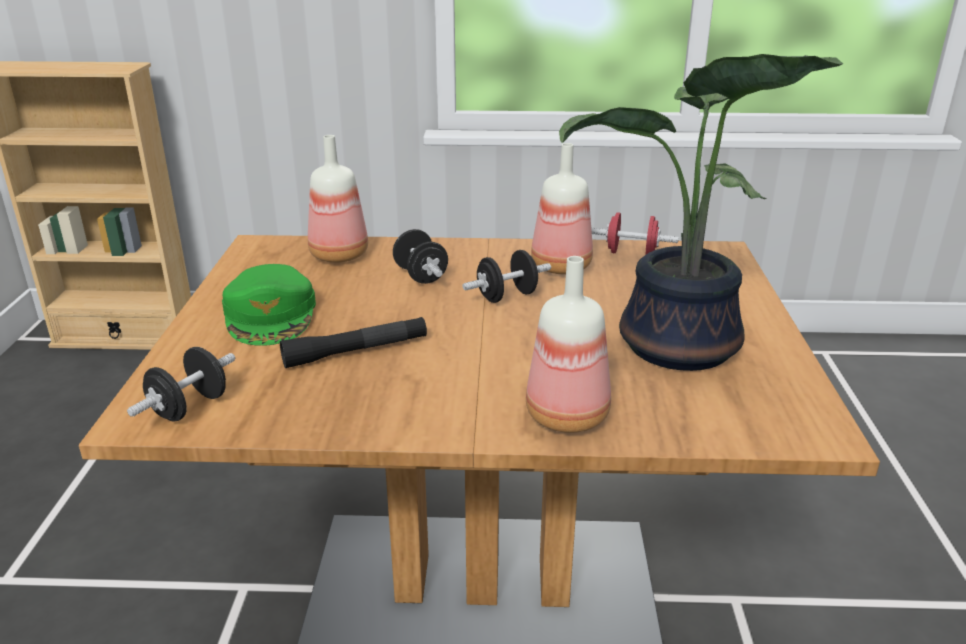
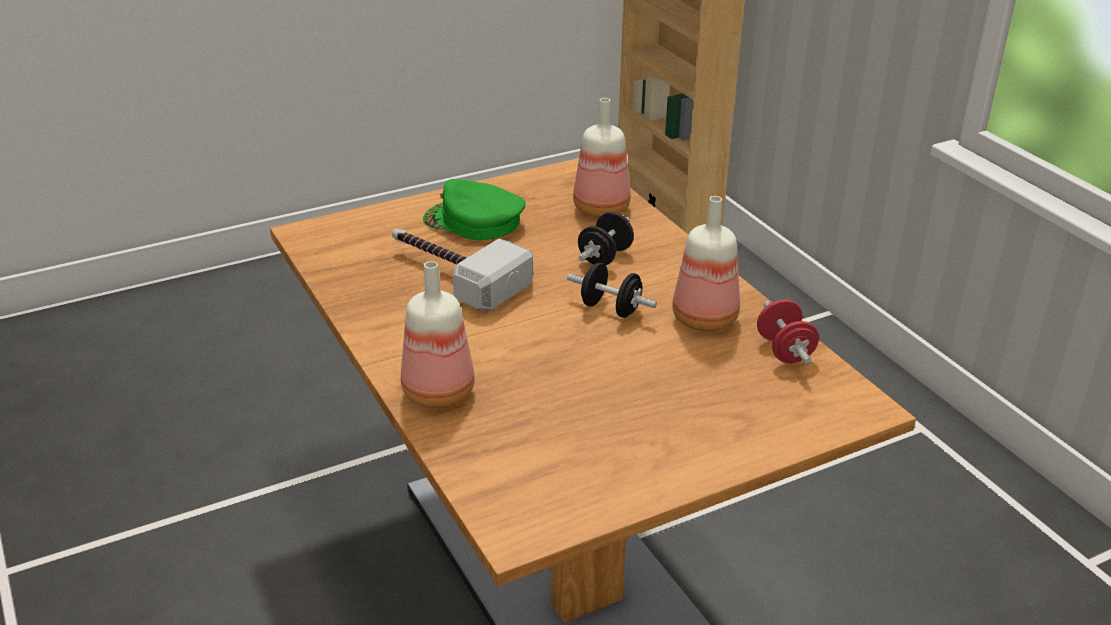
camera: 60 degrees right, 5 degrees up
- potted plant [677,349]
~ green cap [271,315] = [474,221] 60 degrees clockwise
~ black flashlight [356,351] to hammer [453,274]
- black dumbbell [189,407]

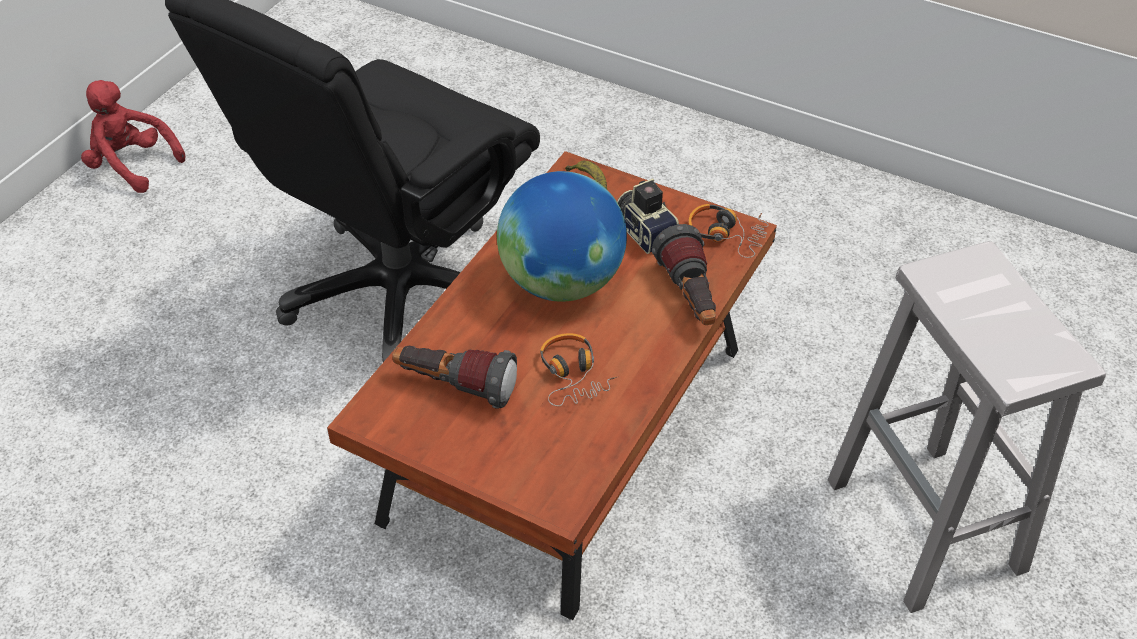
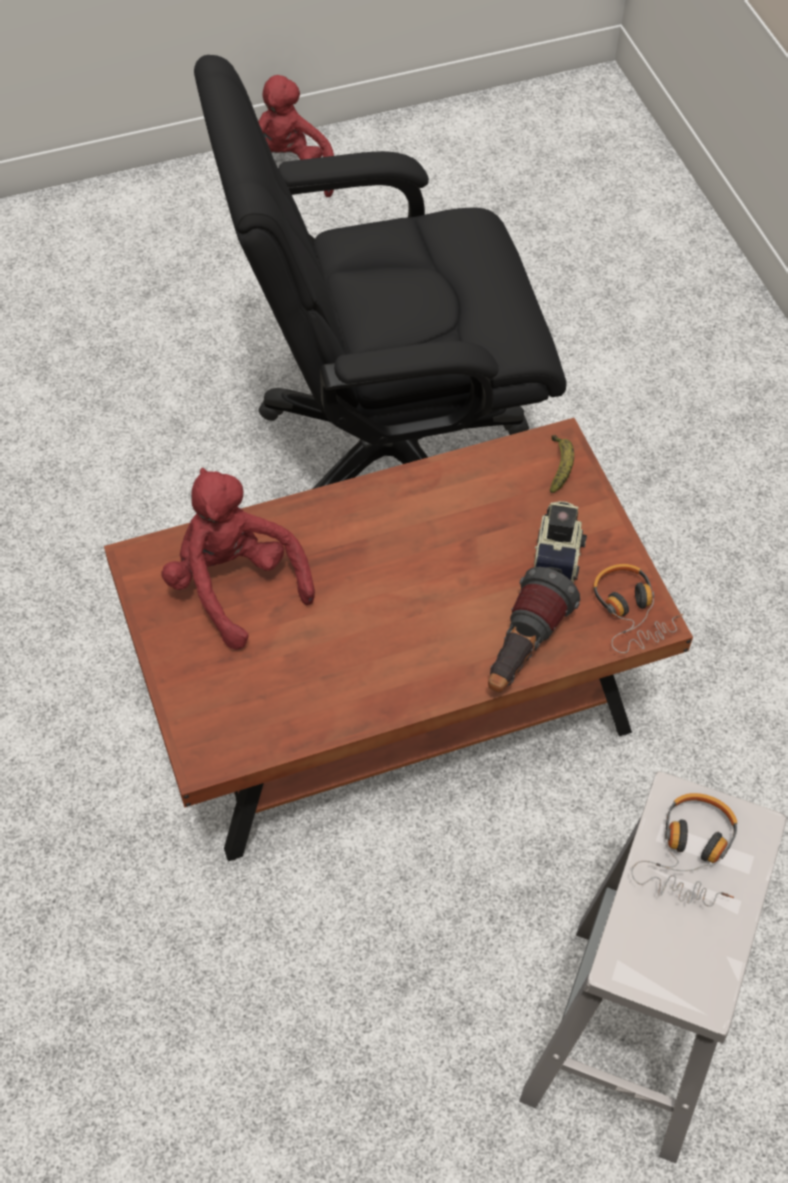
camera: 40 degrees right, 10 degrees up
- globe [561,282]
~ headphones [573,375] to [690,854]
~ flashlight [455,387] to red plush toy [234,585]

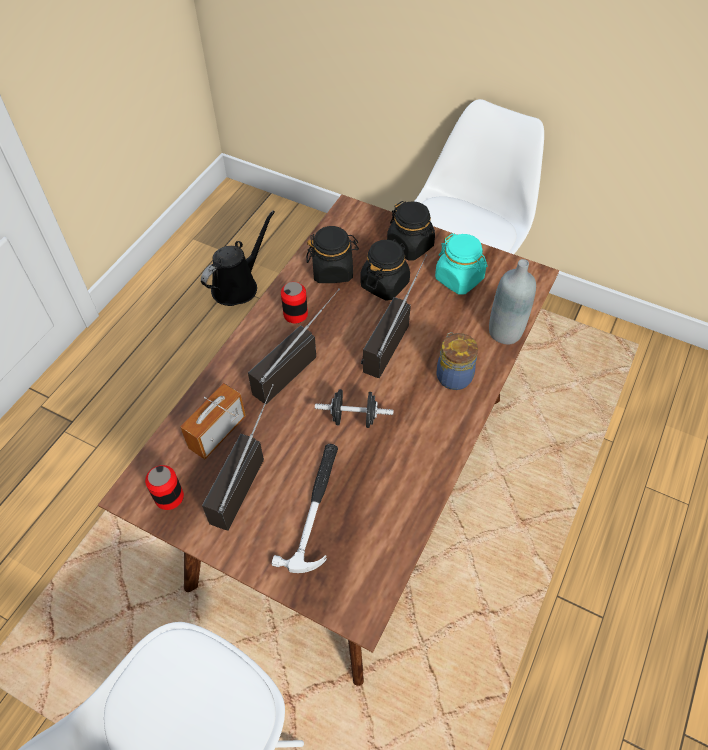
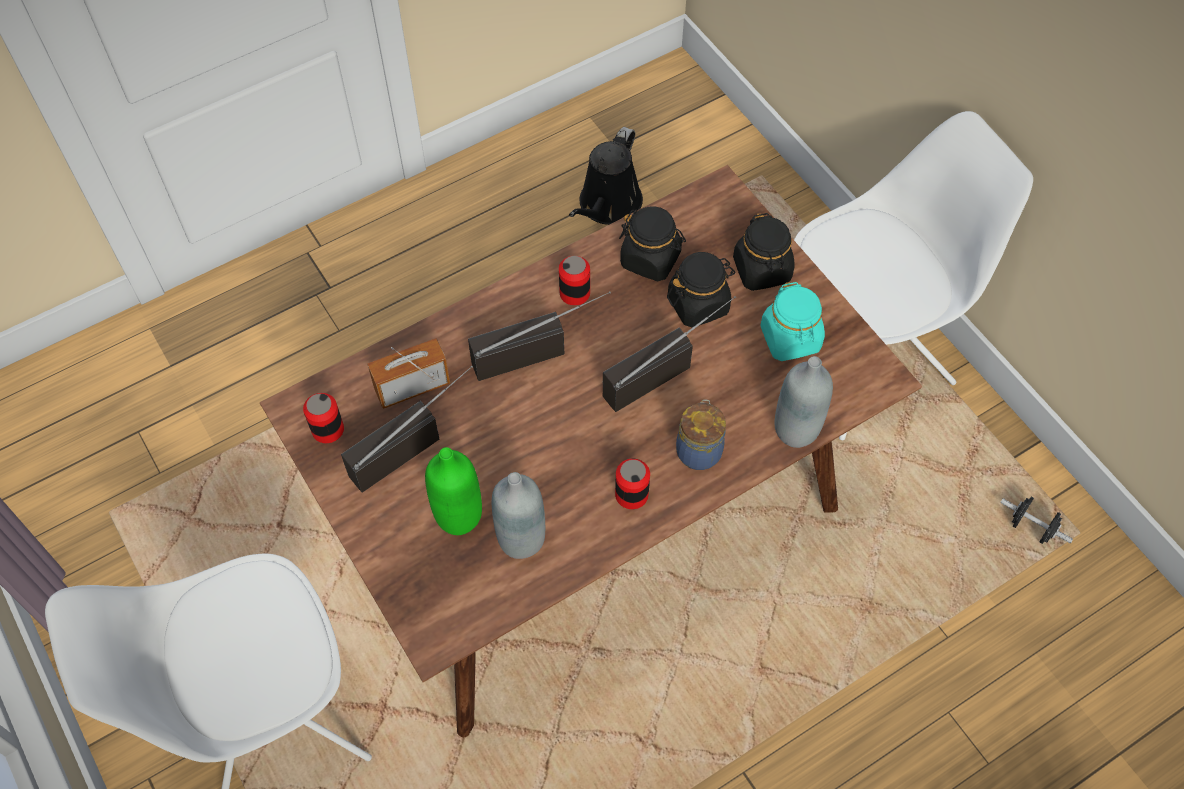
camera: 30 degrees right, 5 degrees up
~ black watering can [238,286] = [607,205] 135 degrees clockwise
~ black dumbbell [354,418] to [1031,527]
~ hammer [315,508] to green bottle [458,515]
+ can [631,495]
+ grey bottle [521,539]

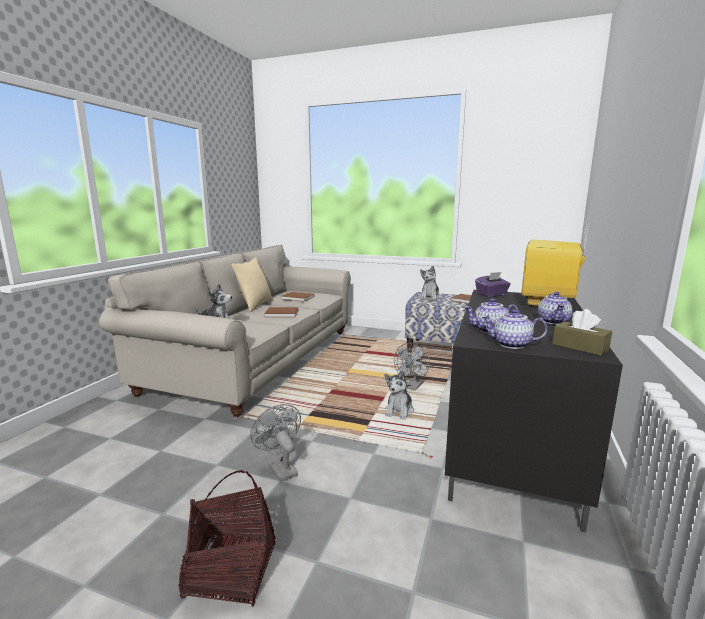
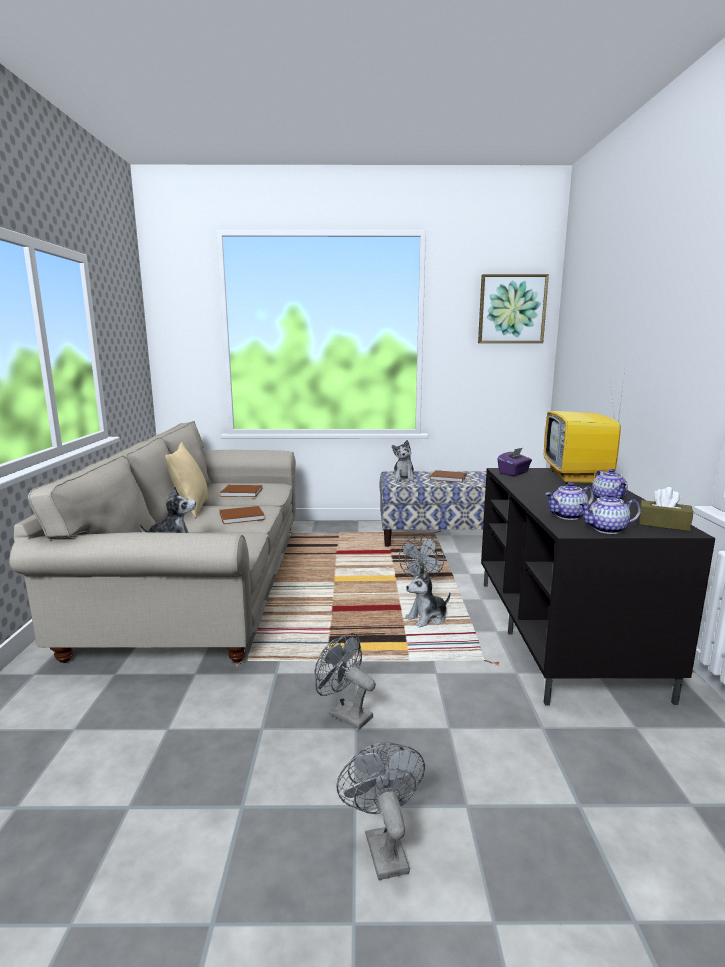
camera: 20 degrees left, 0 degrees up
~ plush toy [399,411] = [427,618] 60 degrees clockwise
~ basket [230,571] to grey fan [382,845]
+ picture [512,309]

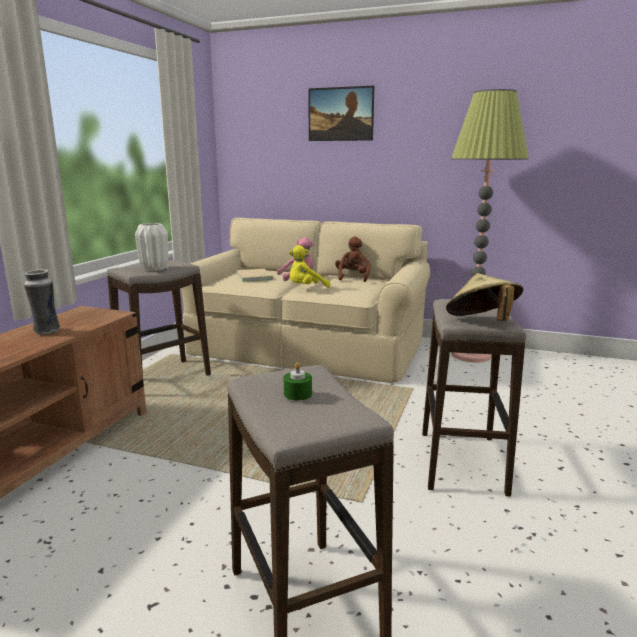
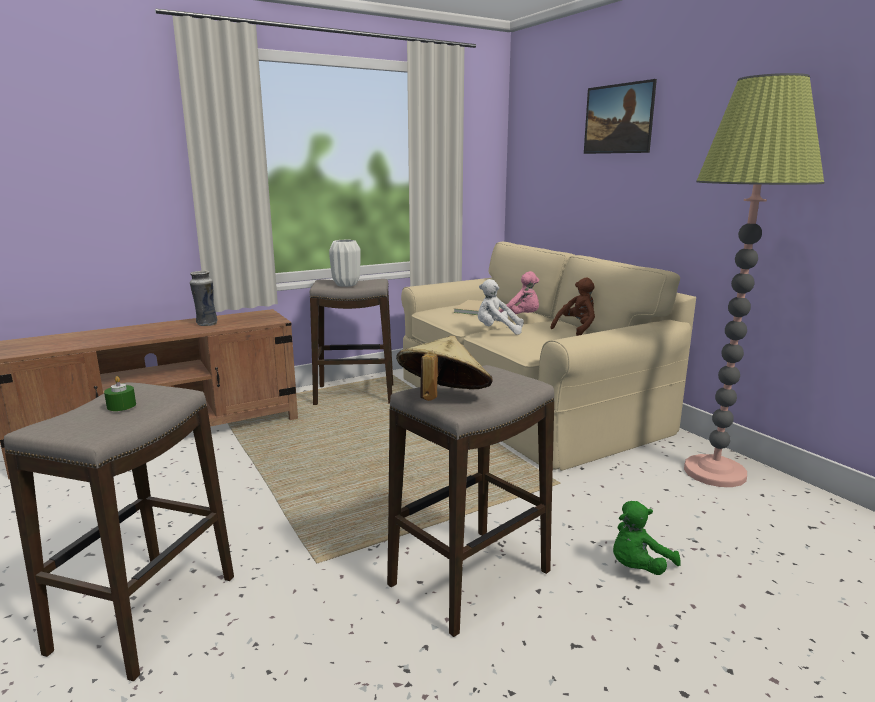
camera: 40 degrees right, 0 degrees up
~ yellow plush toy [306,288] to white plush toy [497,331]
+ green plush toy [638,567]

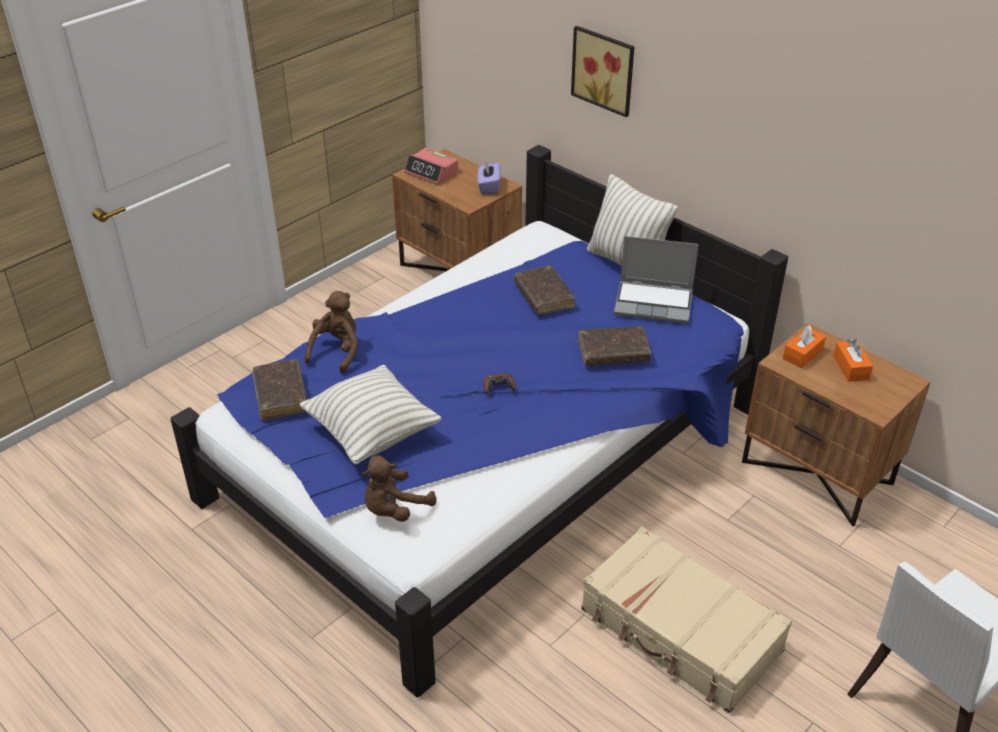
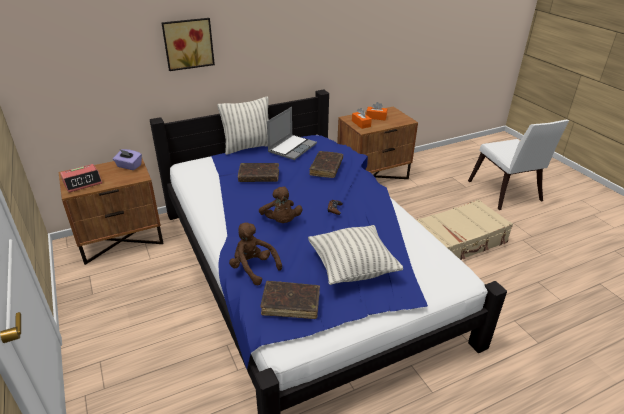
camera: 70 degrees left, 5 degrees down
~ brown plush toy [394,509] to [281,221]

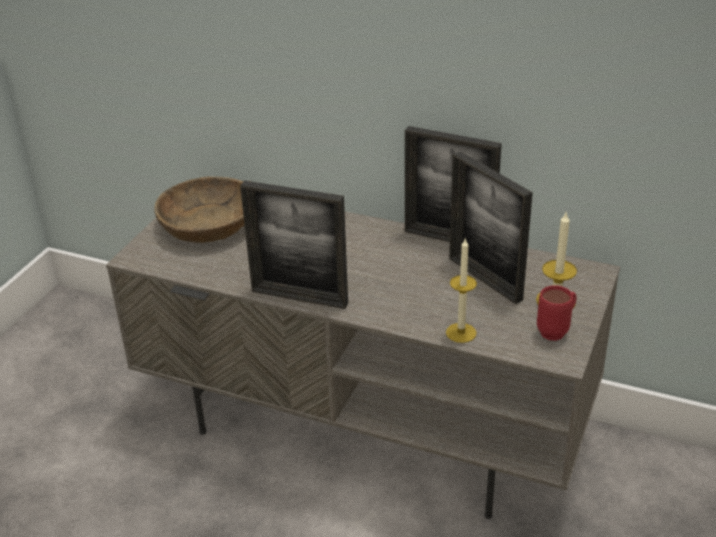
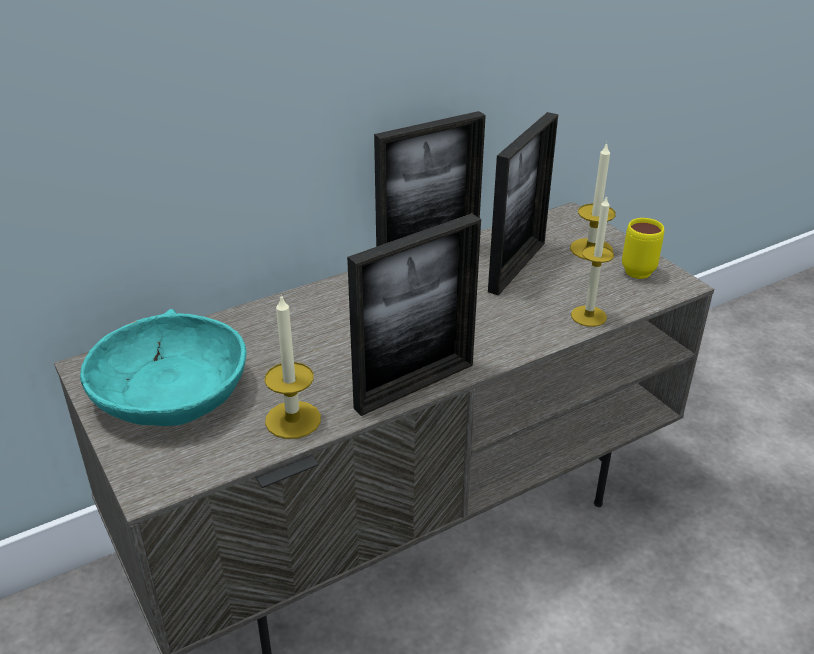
camera: 55 degrees left, 0 degrees up
~ picture frame [485,279] = [517,266] 60 degrees counterclockwise
~ brown bowl [208,223] to turquoise bowl [169,390]
~ red mug [557,331] to yellow mug [636,268]
+ candle [293,420]

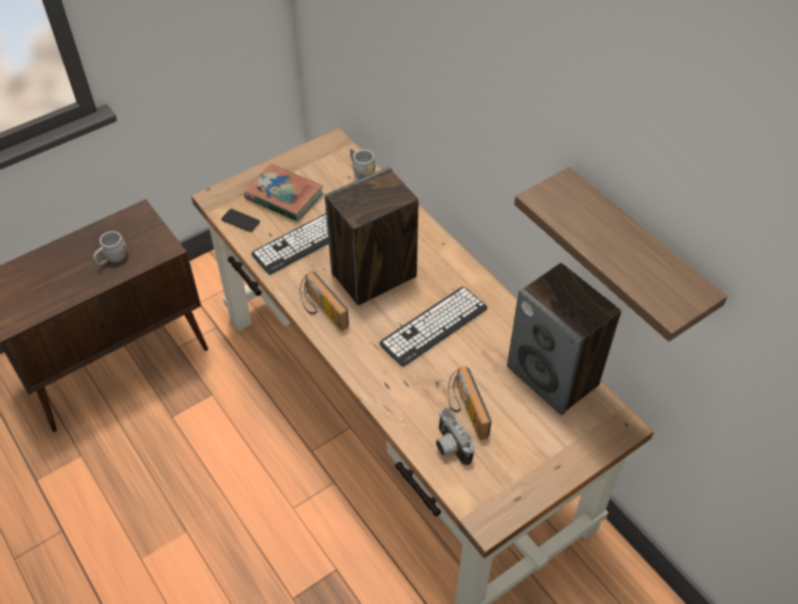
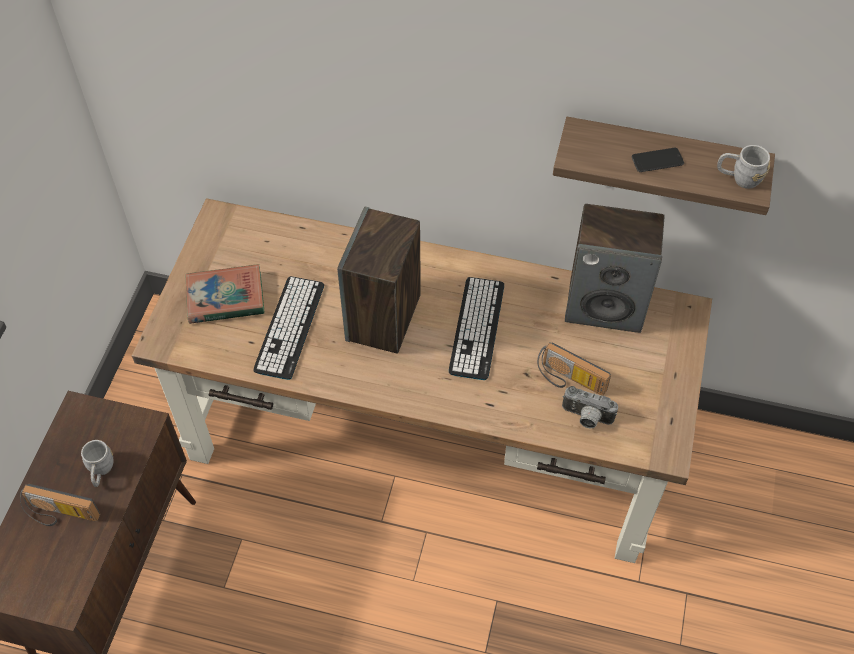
camera: 40 degrees left, 5 degrees up
~ grey mug [361,172] to [738,178]
~ phone [240,221] to [657,160]
~ radio [321,311] to [60,515]

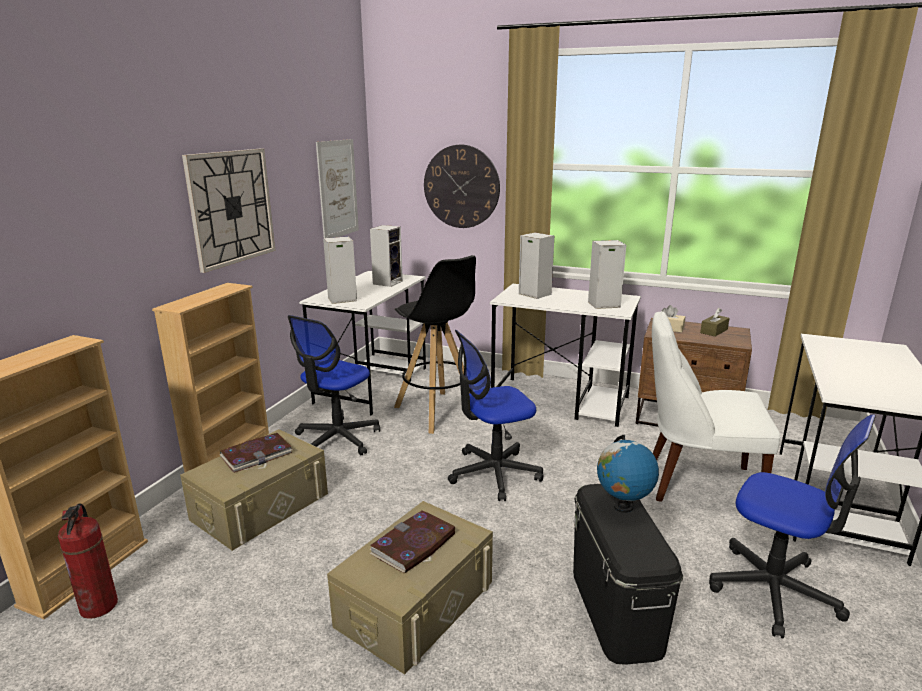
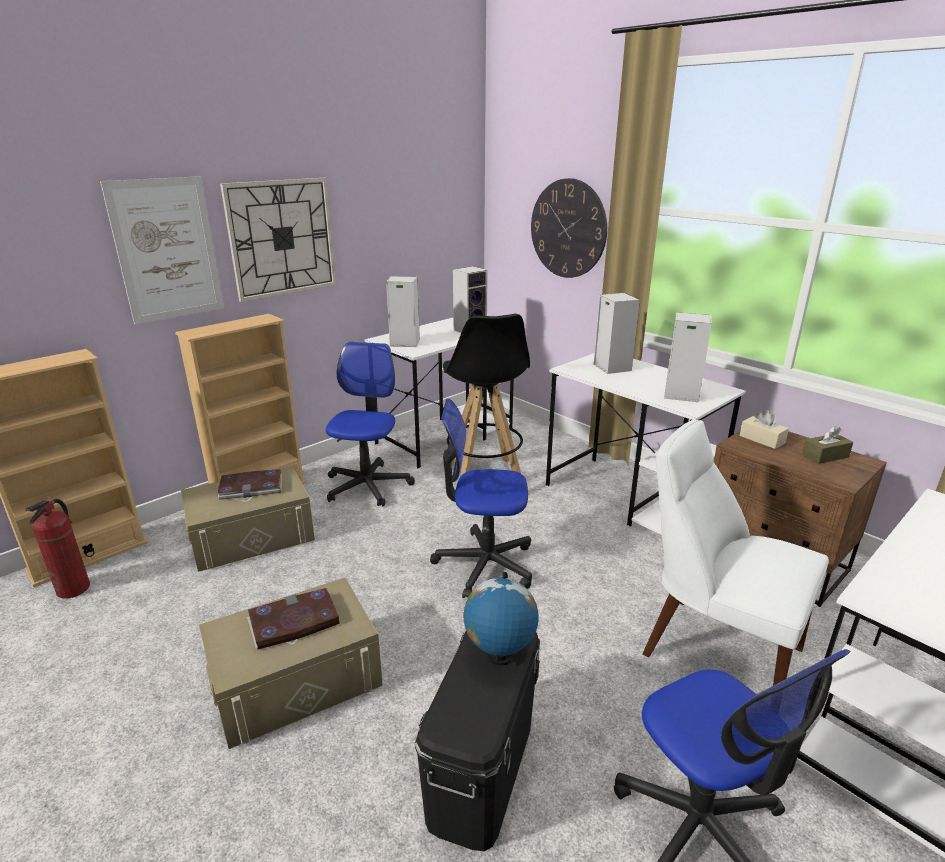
camera: 25 degrees right, 5 degrees up
~ picture [338,189] to [167,250]
~ office chair [337,439] = [367,485] 135 degrees clockwise

